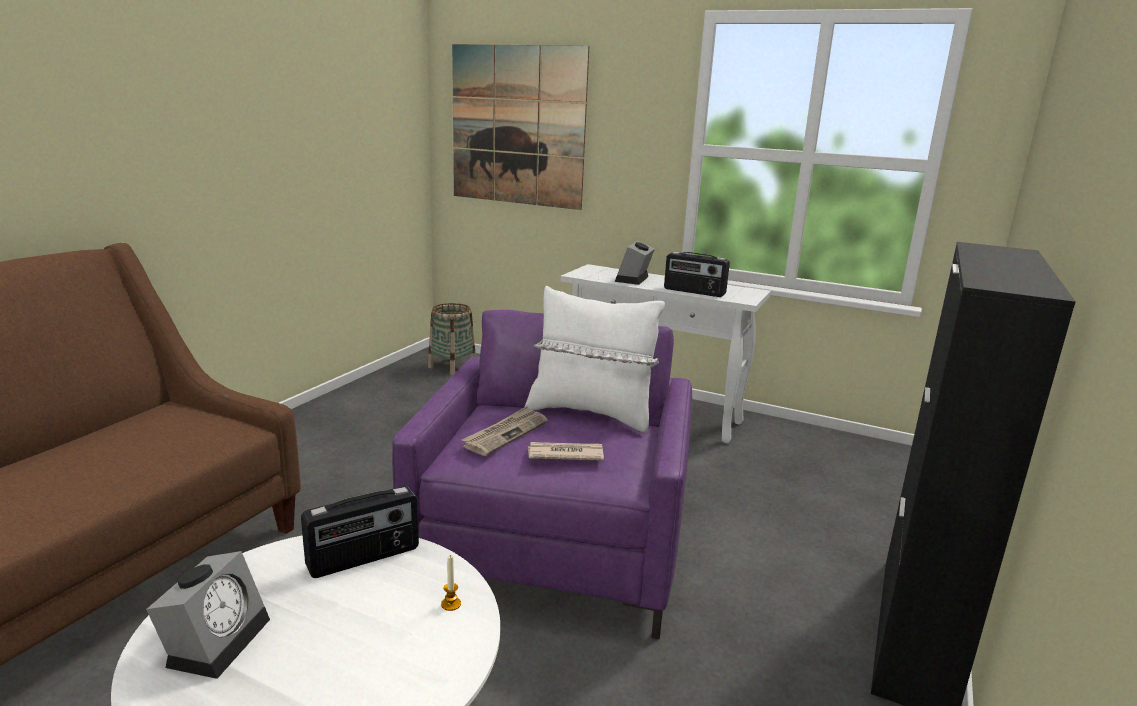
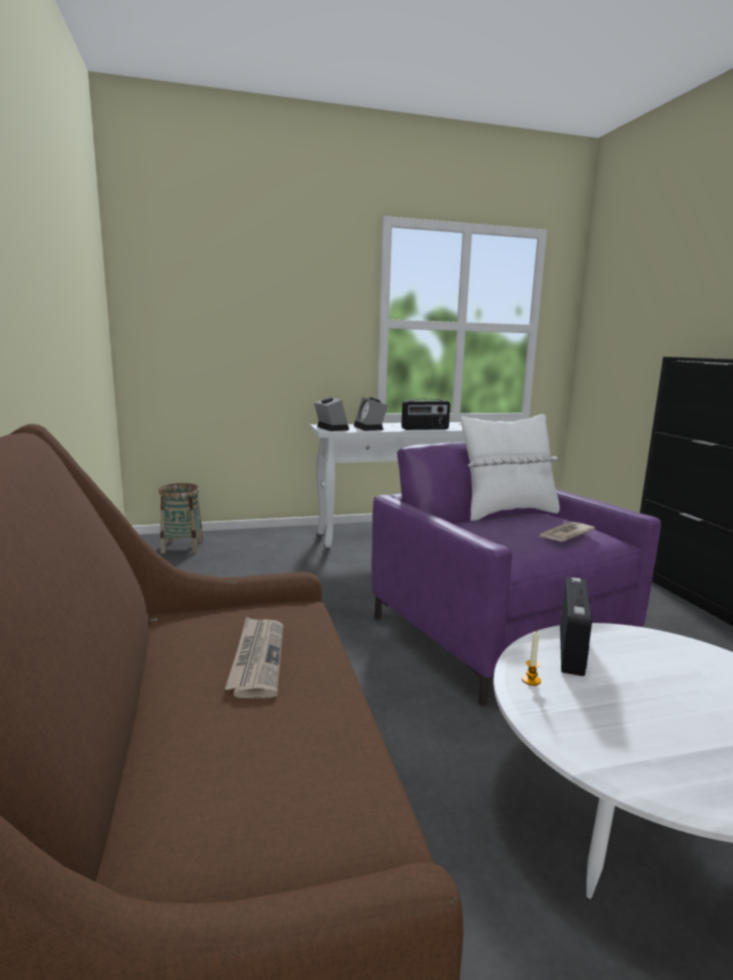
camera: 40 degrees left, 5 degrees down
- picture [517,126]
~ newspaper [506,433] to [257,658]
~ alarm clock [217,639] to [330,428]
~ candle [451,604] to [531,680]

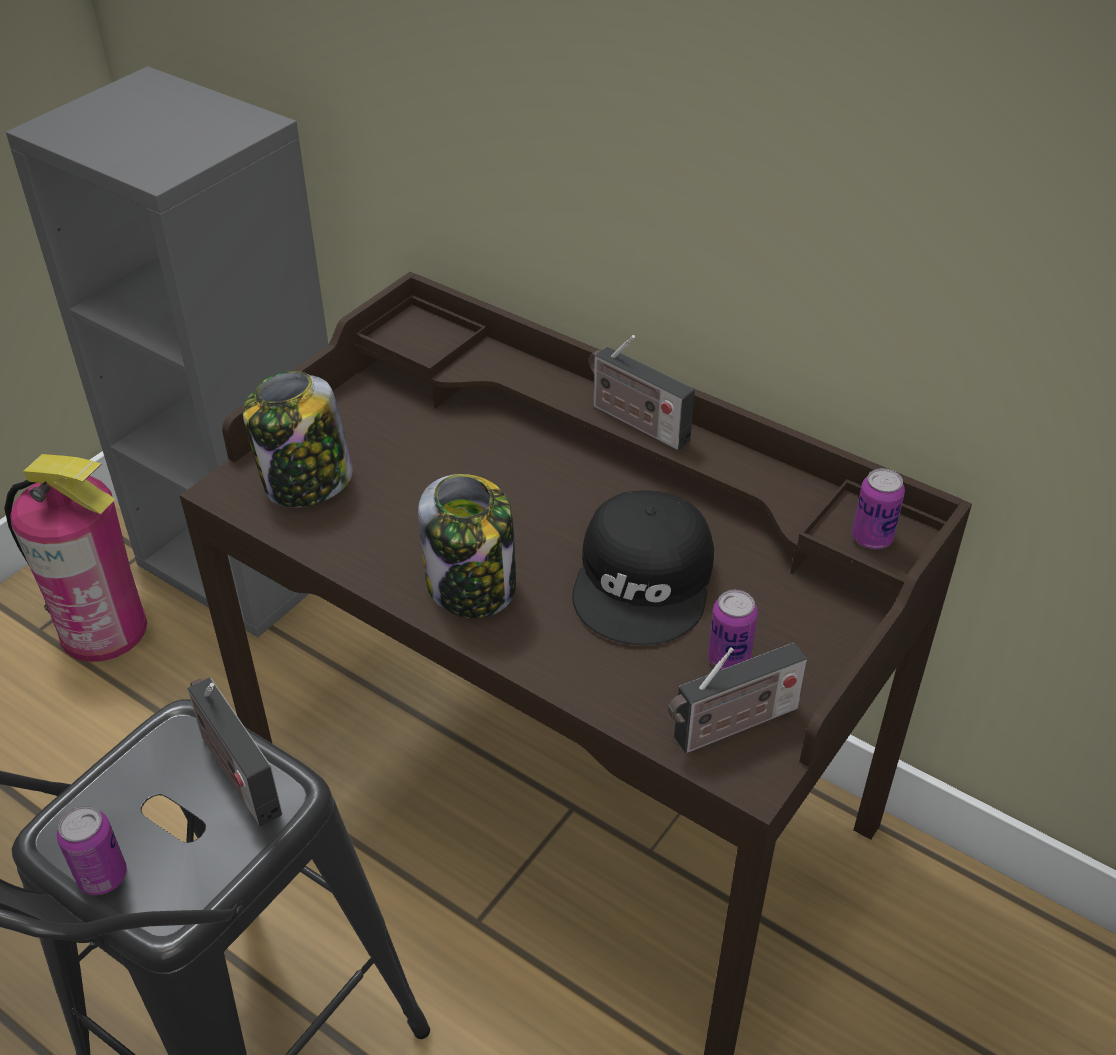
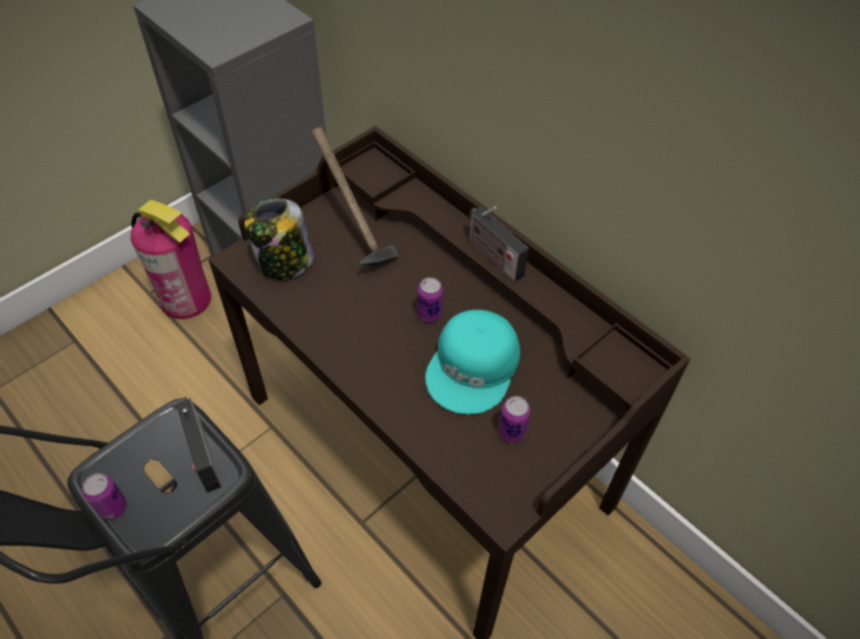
camera: 10 degrees right, 10 degrees up
~ can [872,538] to [429,314]
- jar [472,586]
~ black cap [646,581] to turquoise cap [474,367]
- radio [731,726]
+ hammer [353,234]

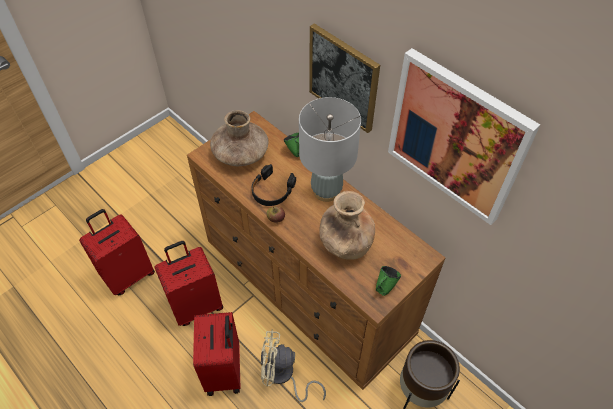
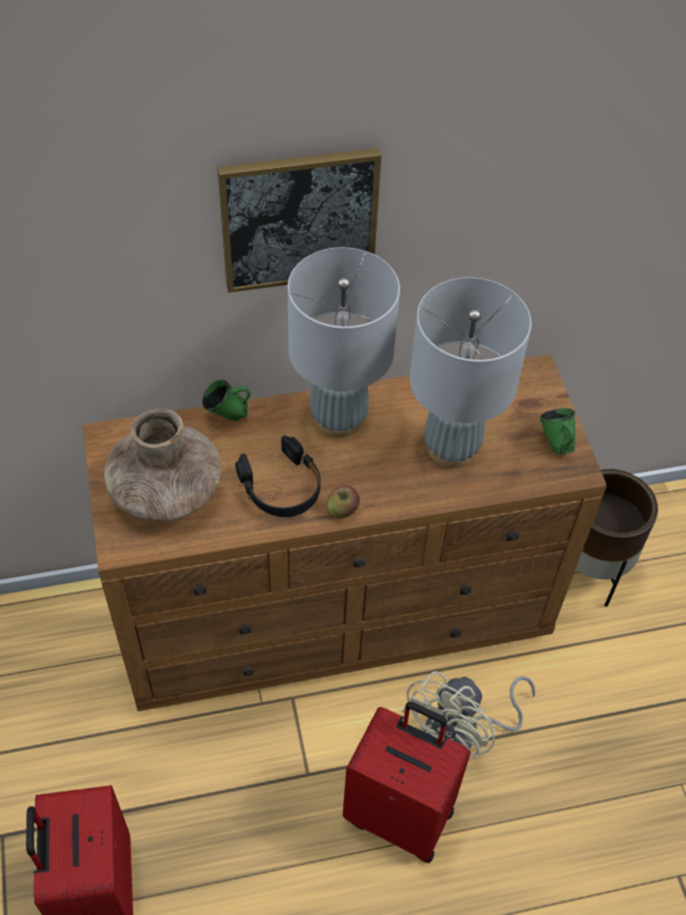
camera: 60 degrees left, 0 degrees up
- picture [456,137]
~ brown vase [345,243] to grey table lamp [451,449]
- red suitcase [196,305]

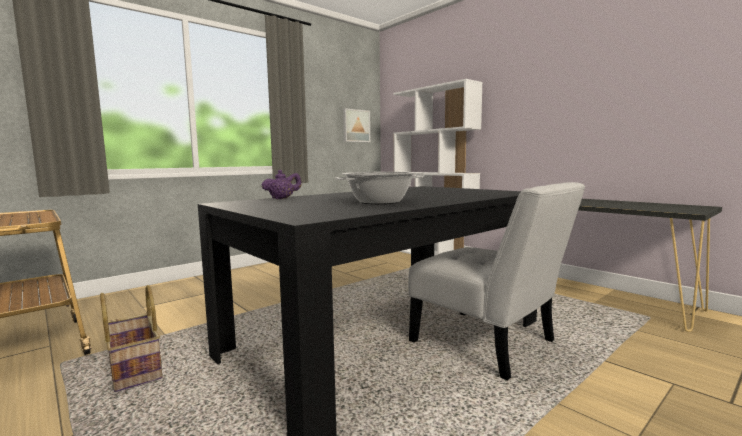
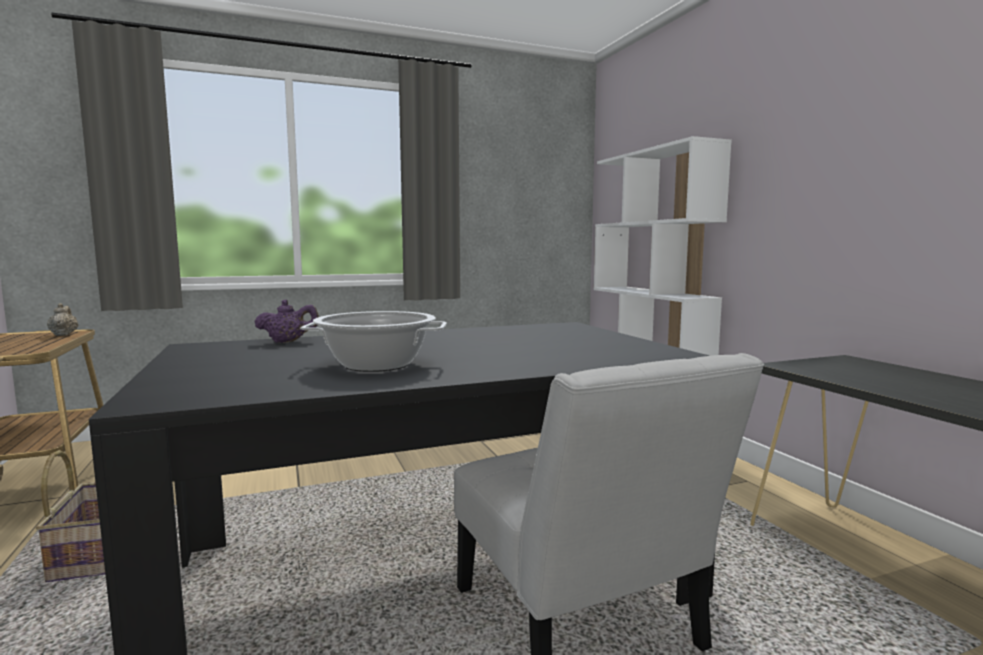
camera: 20 degrees right, 0 degrees up
- picture [355,126]
+ beige teapot [64,334]

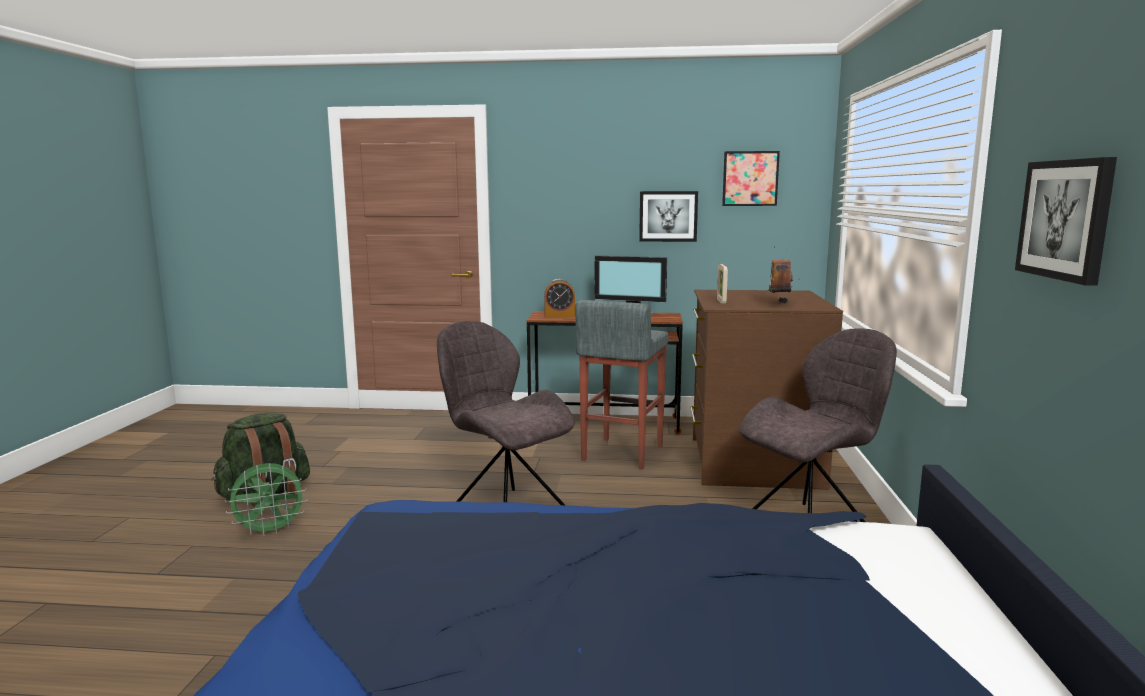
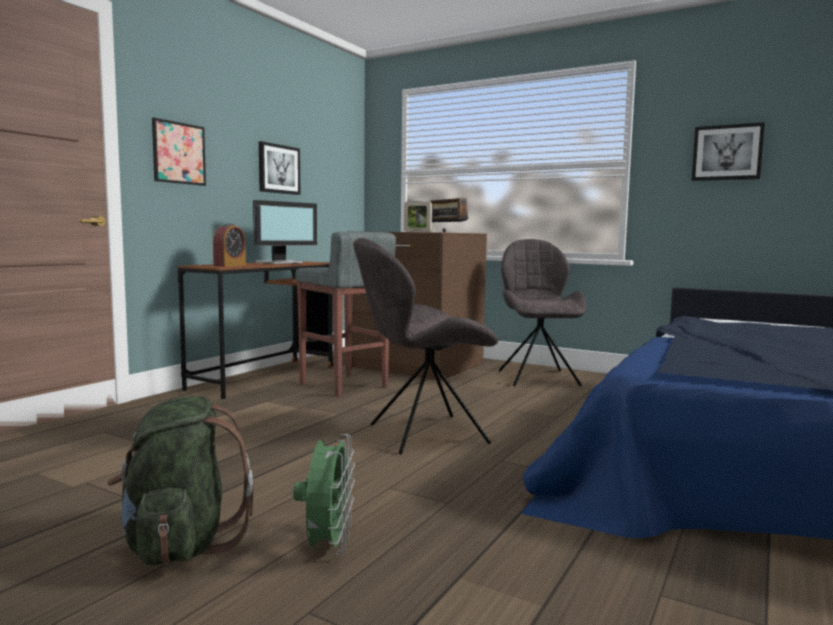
camera: 65 degrees left, 5 degrees down
~ picture [750,178] to [179,153]

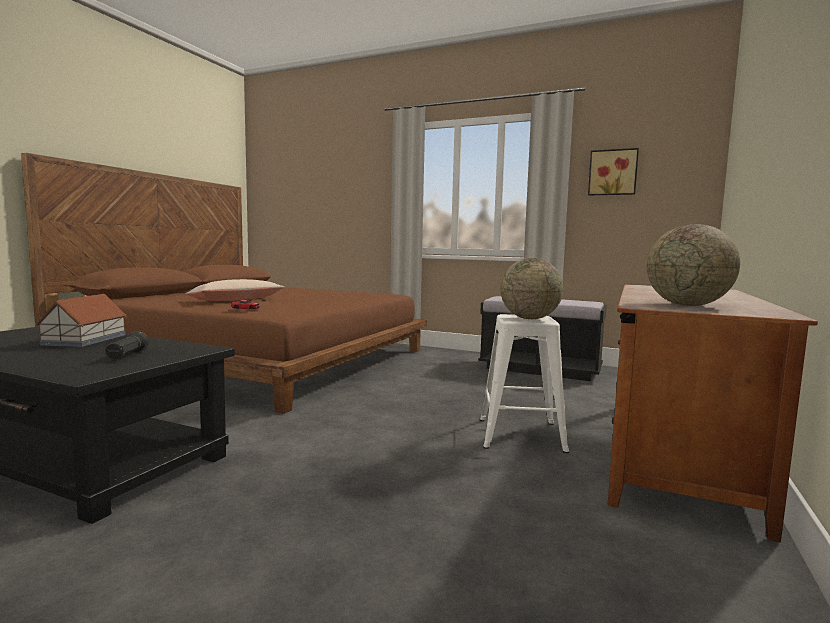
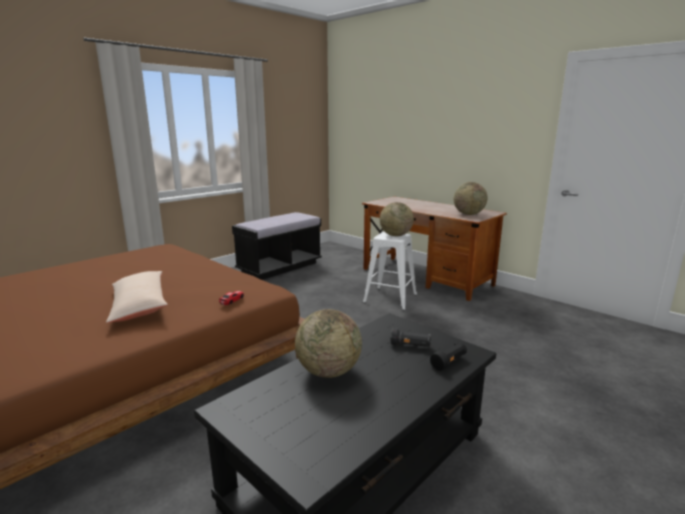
camera: 70 degrees left, 10 degrees up
- picture [612,172]
~ toy house [86,339] to globe [328,371]
+ black flashlight [449,362]

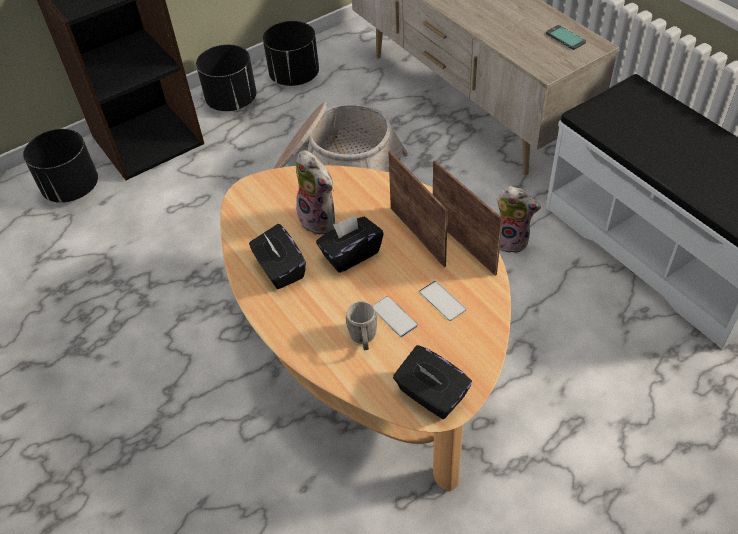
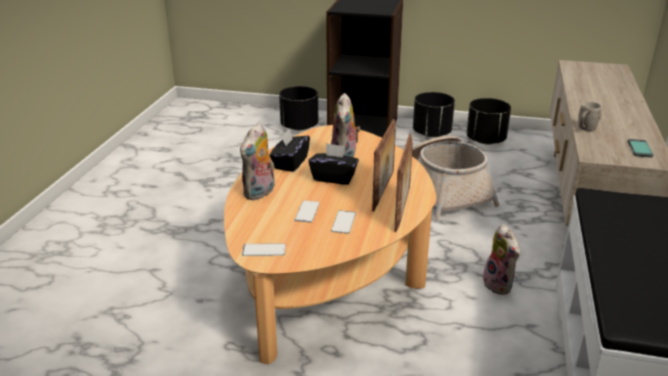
camera: 45 degrees right, 20 degrees down
~ grey mug [363,339] to [585,129]
~ black tissue box [431,395] to phone [264,250]
+ plush toy [260,193]

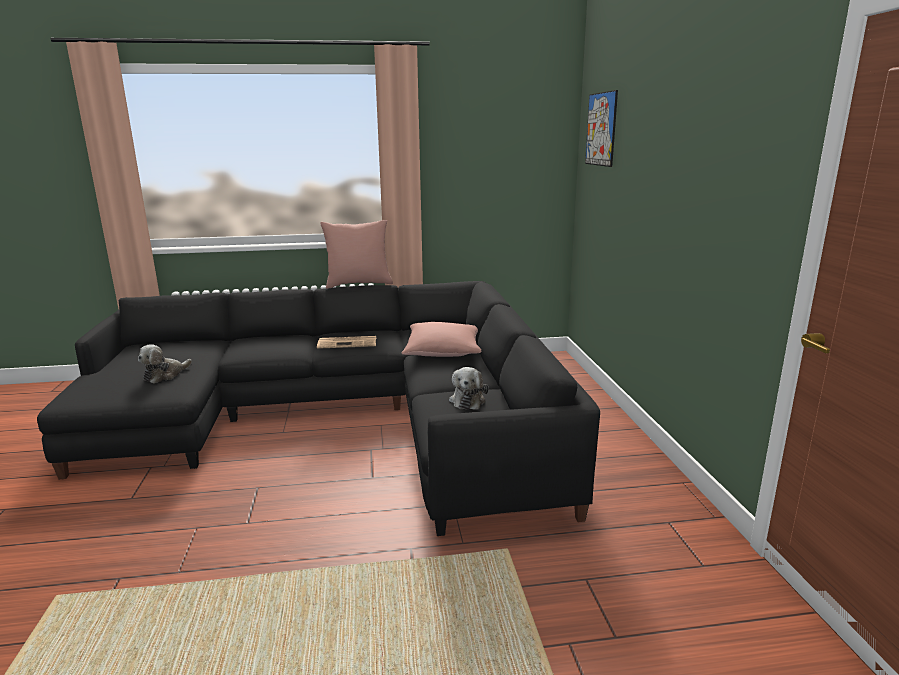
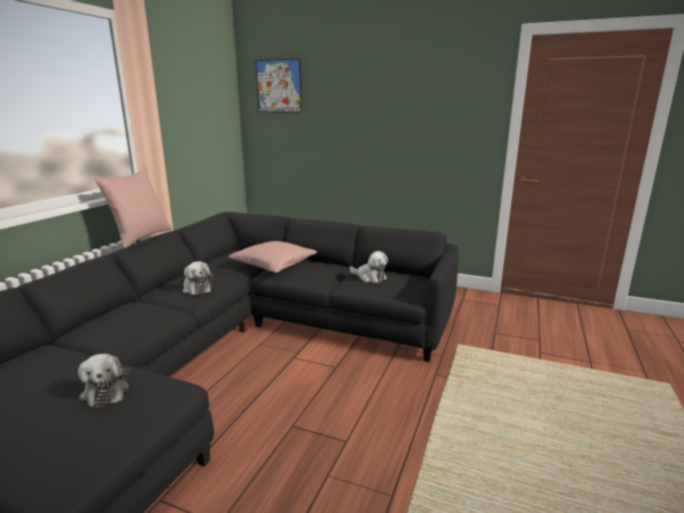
camera: 60 degrees left, 0 degrees up
~ newspaper [348,343] to plush toy [196,288]

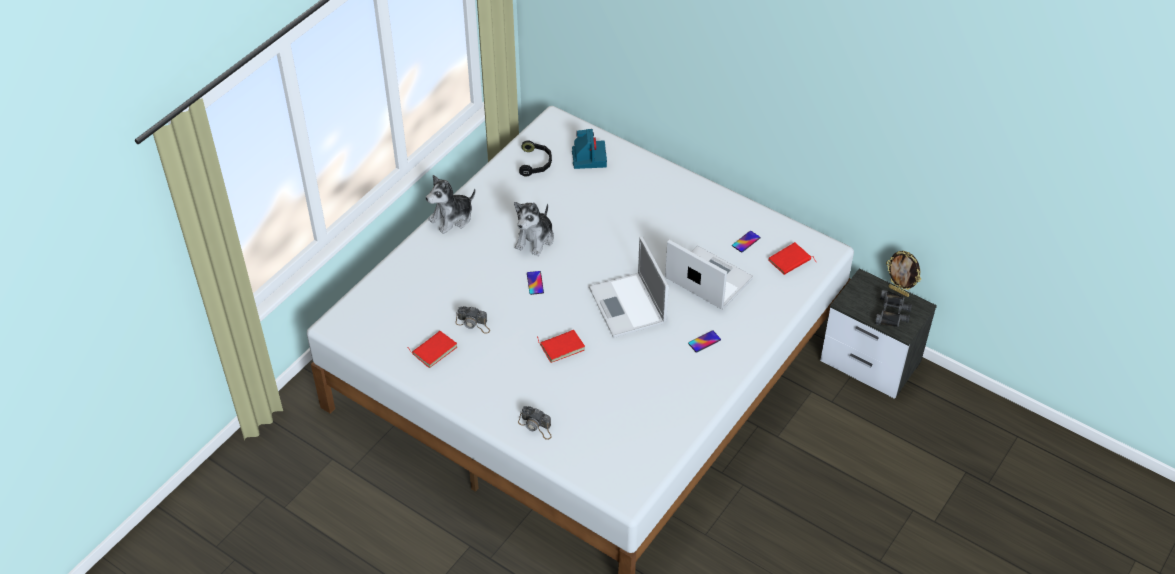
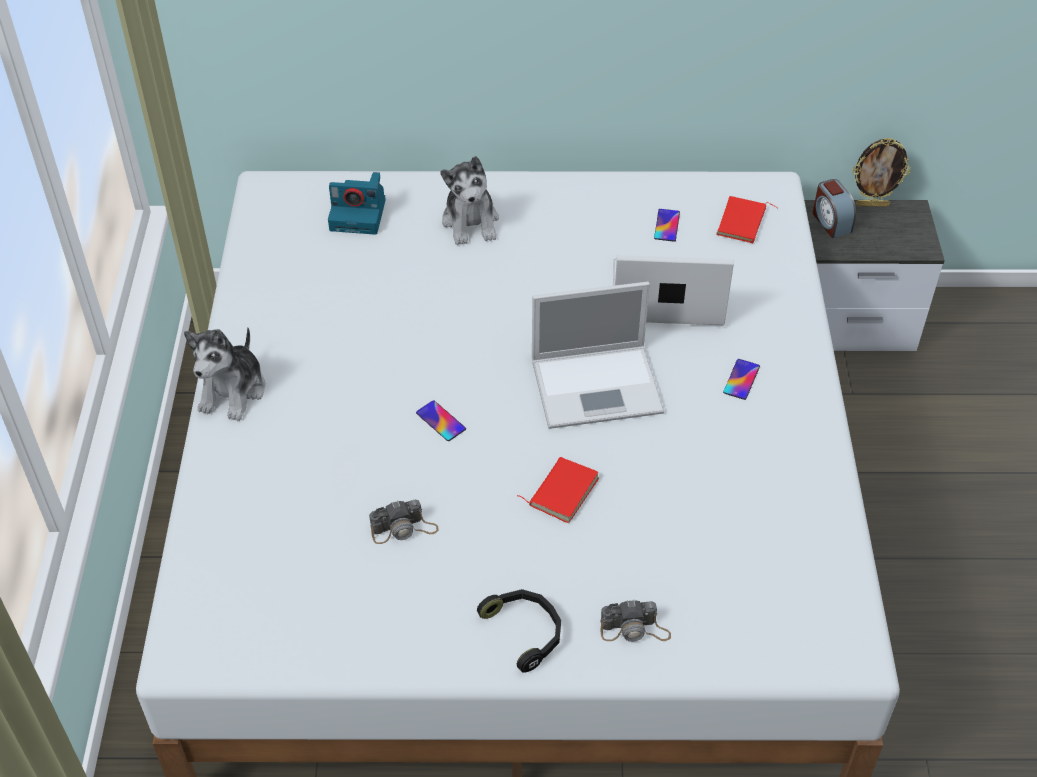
camera: 35 degrees left, 0 degrees up
~ photo camera [588,157] = [359,214] 135 degrees clockwise
~ black headphones [536,163] to [525,631]
~ plush toy [535,239] to [471,222]
~ laptop [628,306] = [599,386] 45 degrees counterclockwise
- black binoculars [892,313]
- red book [434,350]
+ alarm clock [831,221]

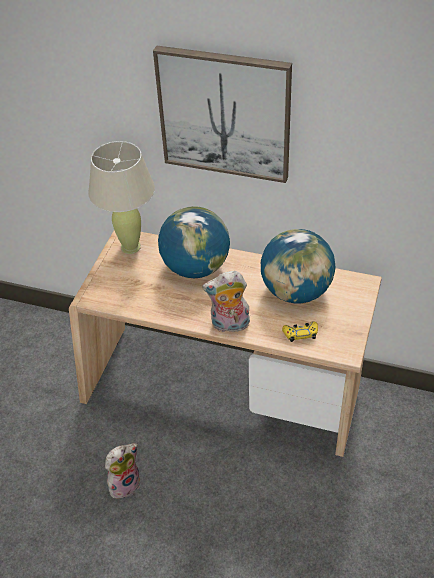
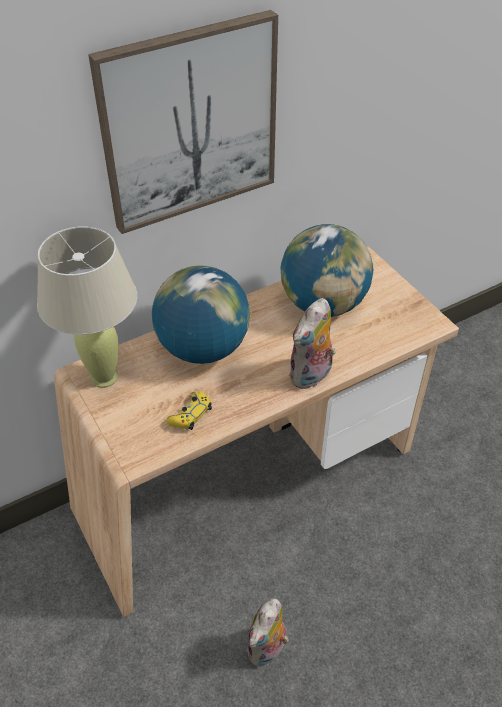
camera: 50 degrees left, 0 degrees up
~ yellow game controller [300,333] to [190,415]
~ plush toy [124,483] = [268,650] 150 degrees counterclockwise

